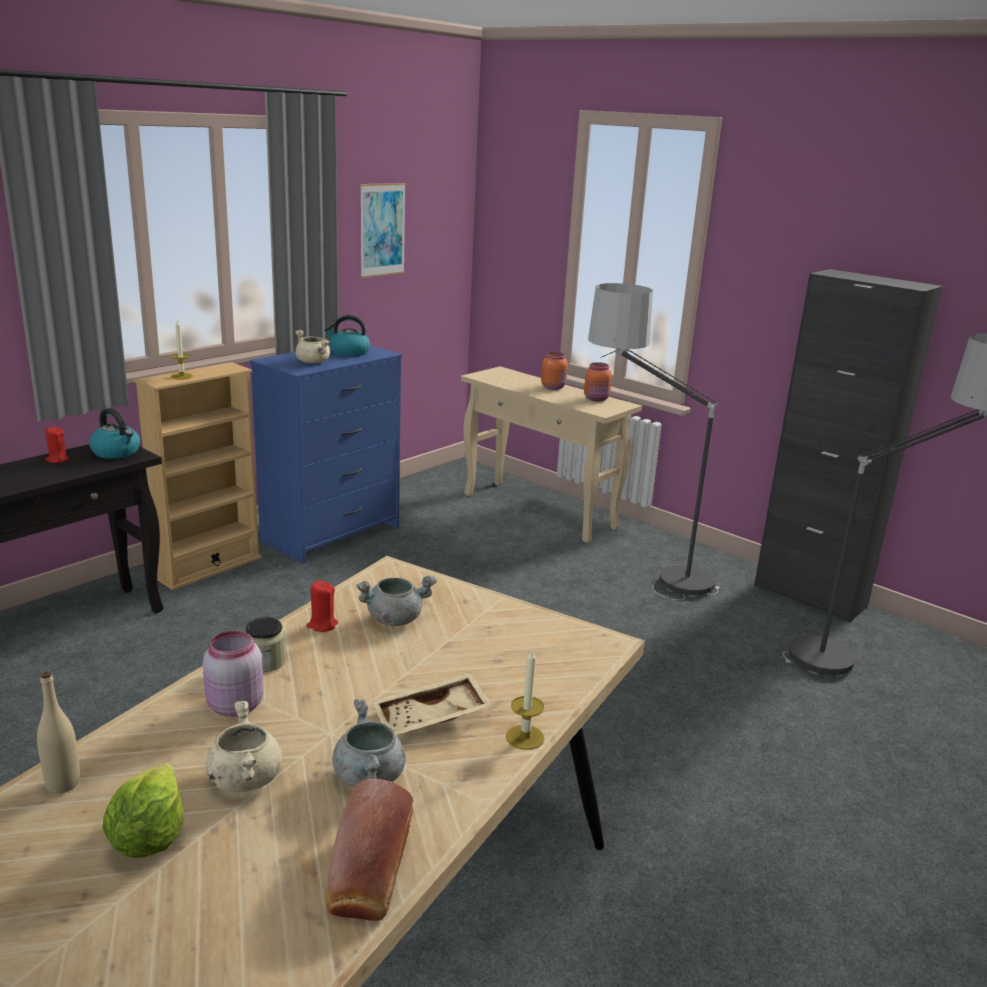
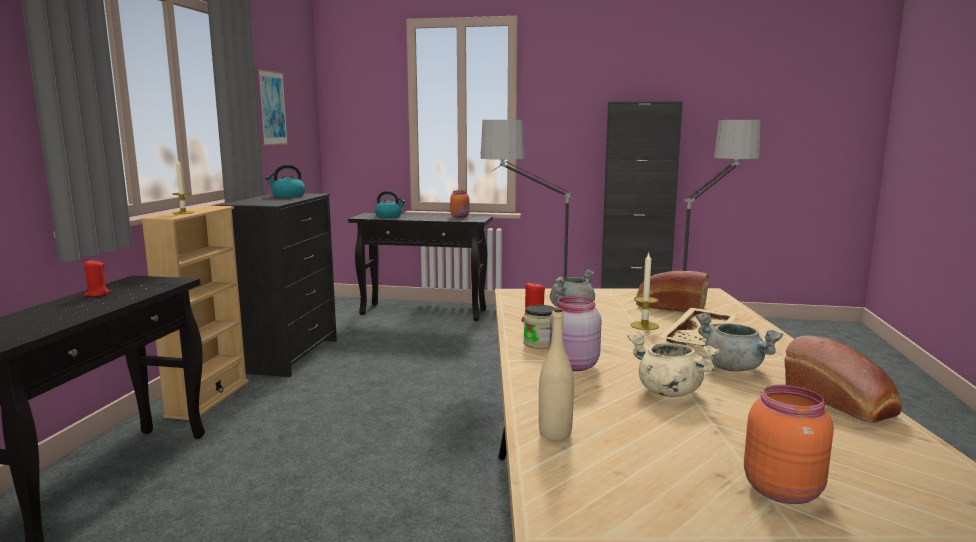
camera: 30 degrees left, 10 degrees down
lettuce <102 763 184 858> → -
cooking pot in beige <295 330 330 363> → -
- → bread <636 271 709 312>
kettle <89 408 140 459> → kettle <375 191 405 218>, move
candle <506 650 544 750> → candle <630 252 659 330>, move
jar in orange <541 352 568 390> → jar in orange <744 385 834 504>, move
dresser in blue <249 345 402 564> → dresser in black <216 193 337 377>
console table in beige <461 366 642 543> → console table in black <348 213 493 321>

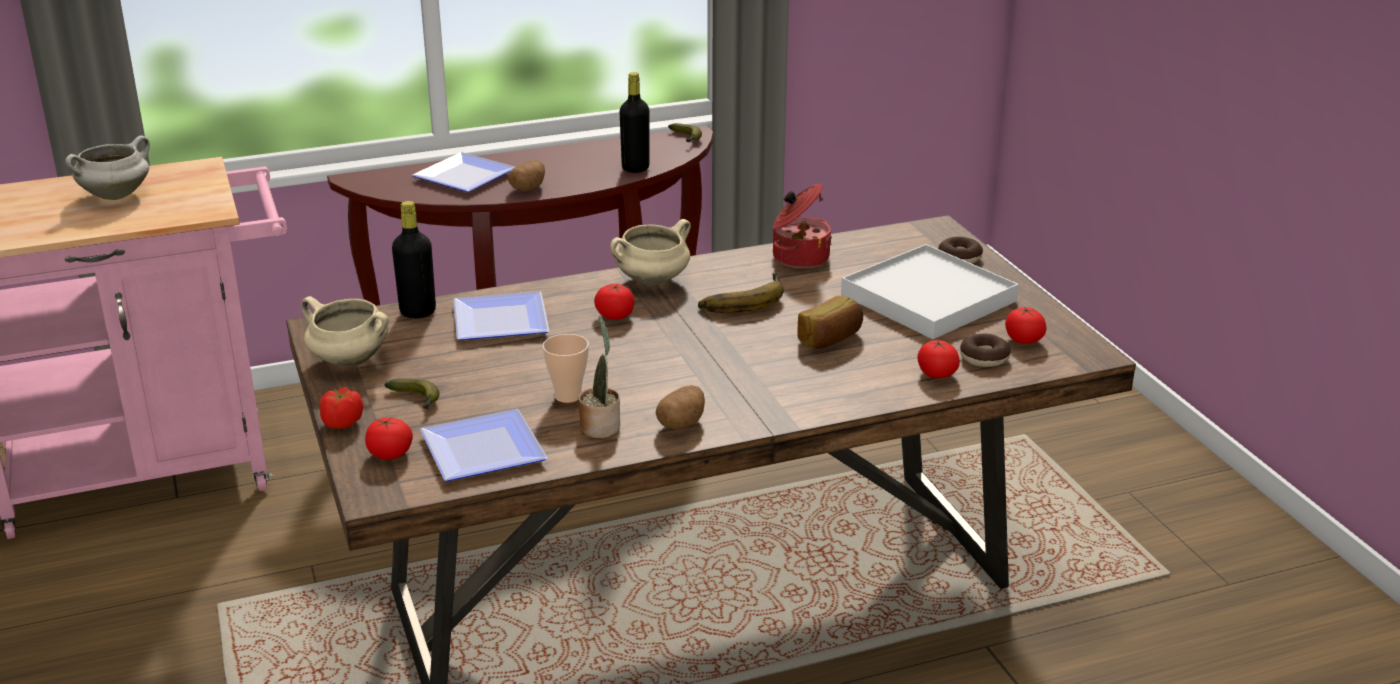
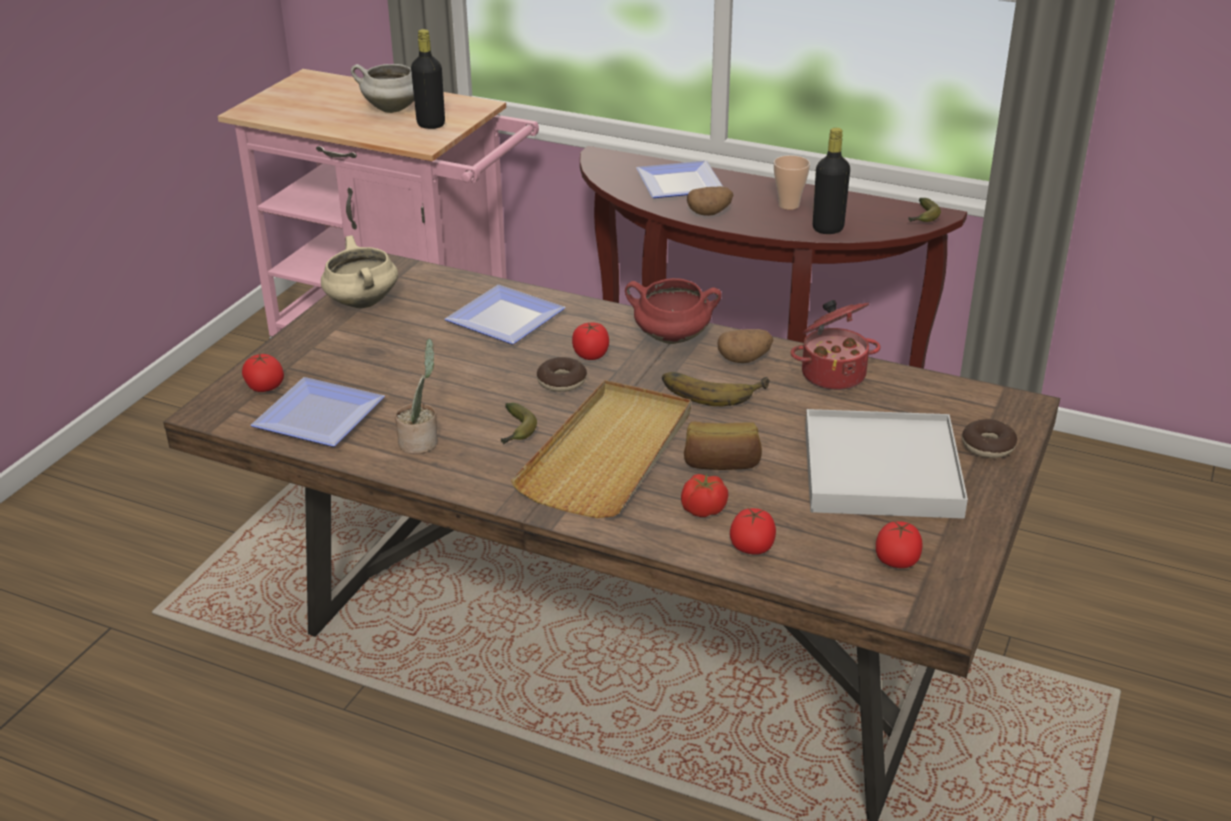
camera: 45 degrees right, 5 degrees up
- → tray in beige <511 380 691 518>
tomato <319 387 363 429> → tomato <681 474 728 517>, move
banana <385 379 439 410> → banana <501 403 537 444>, move
bottle in black <392 201 436 318> → bottle in black <411 29 445 129>, move
cup <542 334 589 403> → cup <774 155 810 210>, move
potato <655 385 705 430> → potato <717 329 773 363>, move
donut <960 333 1011 367> → donut <537 357 587 392>, move
cooking pot in beige <610 219 691 286> → cooking pot in red <625 278 722 344>

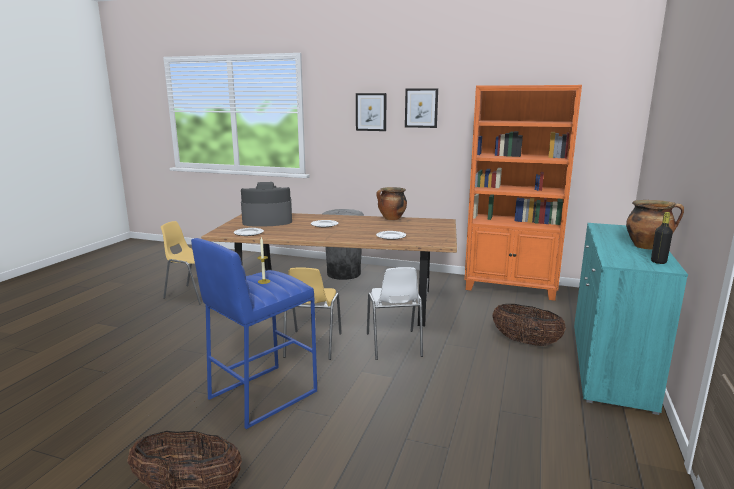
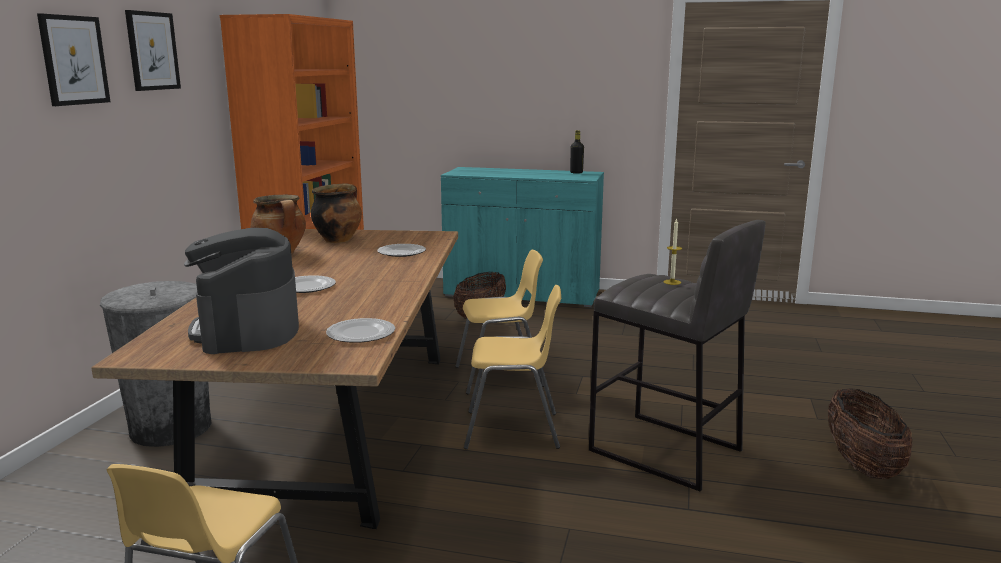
camera: 95 degrees left, 0 degrees up
cooking pot <626 200 684 249> → cooking pot <311 183 362 243>, move
stool in blue <191 238 317 429> → stool in grey <589 220 766 492>
chair in white <367 267 423 360> → chair in yellow <455 249 544 394>

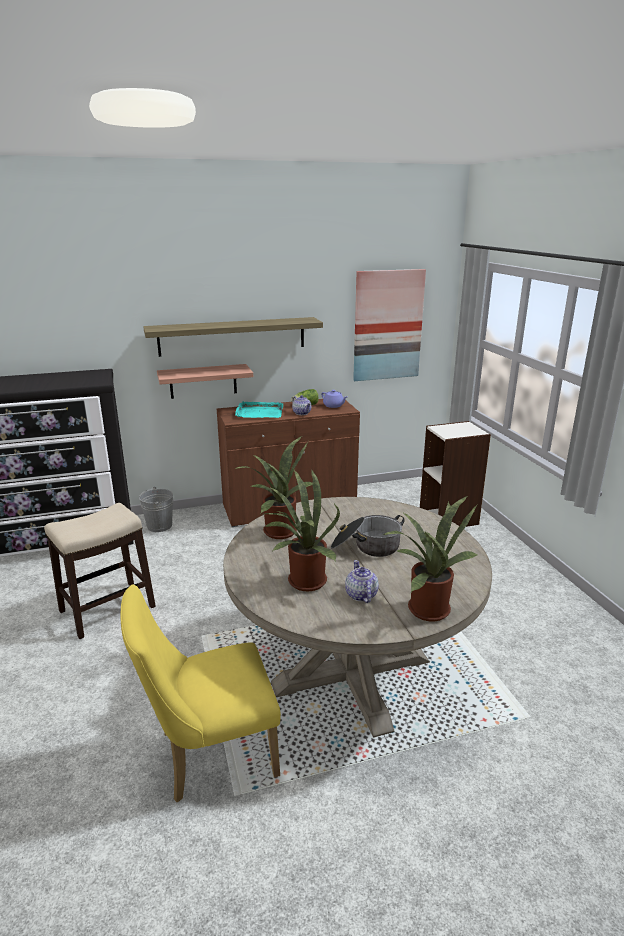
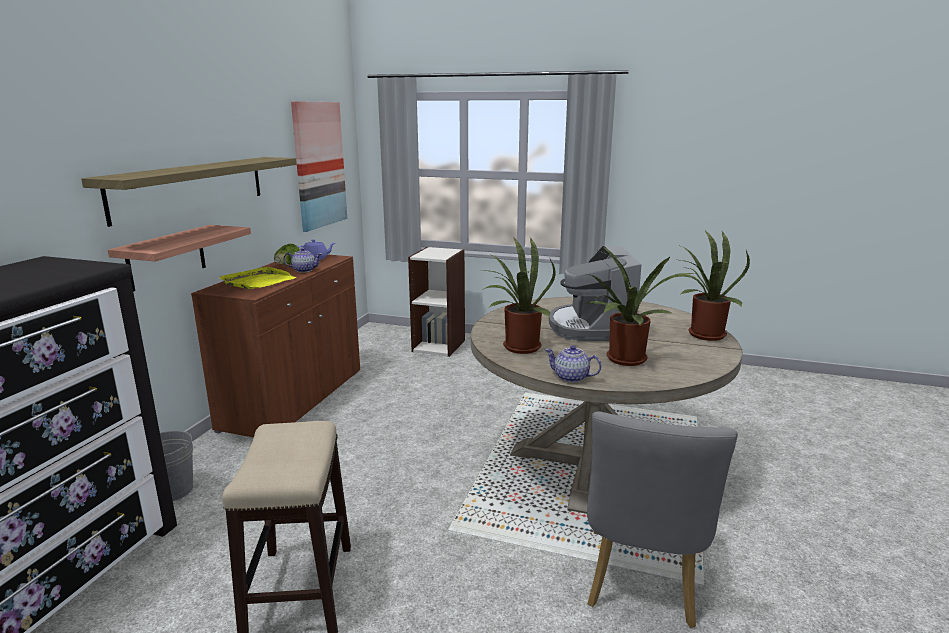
camera: 55 degrees left, 5 degrees down
teapot <345 560 379 603> → teapot <545 345 602 383>, move
cooking pot <331 515 405 557> → coffee machine <549 246 641 341>
chair in yellow <121 584 281 802> → chair in grey <587 411 738 628>
tray in turquoise <235 401 283 418> → tray in yellow <219 267 297 289>

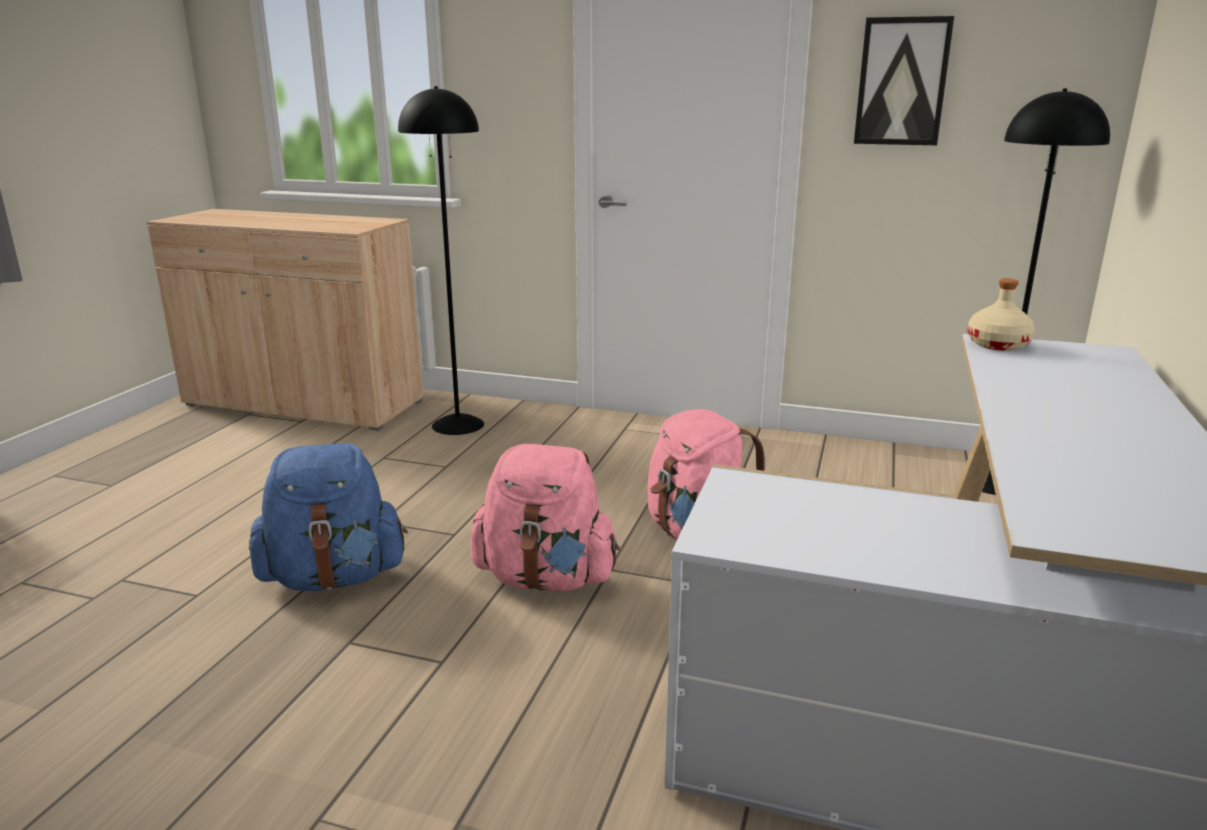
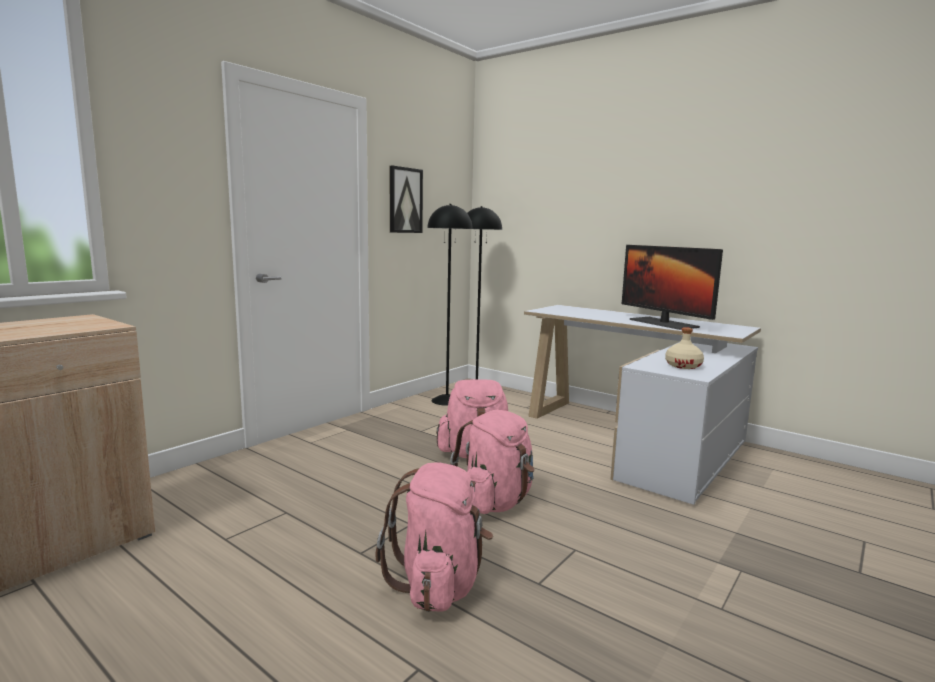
camera: 70 degrees left, 10 degrees down
- → monitor <622 245 723 330>
floor lamp in black <398 86 484 435> → floor lamp in black <427 204 473 406>, move
bottle in beige <967 278 1035 351> → bottle in beige <665 327 704 369>, move
backpack in blue <249 443 408 591> → backpack in pink <375 463 493 612>

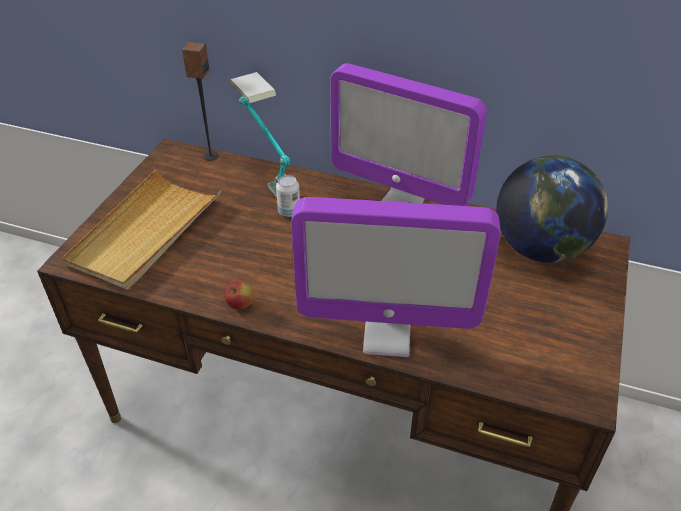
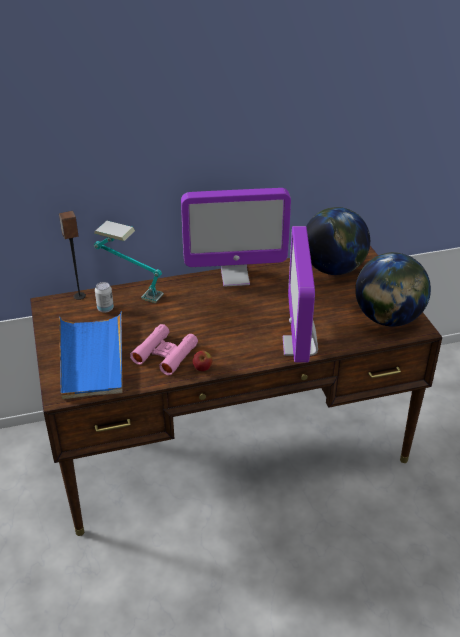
camera: 35 degrees left, 5 degrees down
- → binoculars in pink <130 324 198 375>
- → globe <355 252 431 327>
can <276 175 300 217> → can <95 282 114 313>, move
tray in beige <62 169 221 290> → tray in blue <59 311 122 399>
monitor <291 197 501 357> → monitor <283 226 318 363>, 120 degrees clockwise

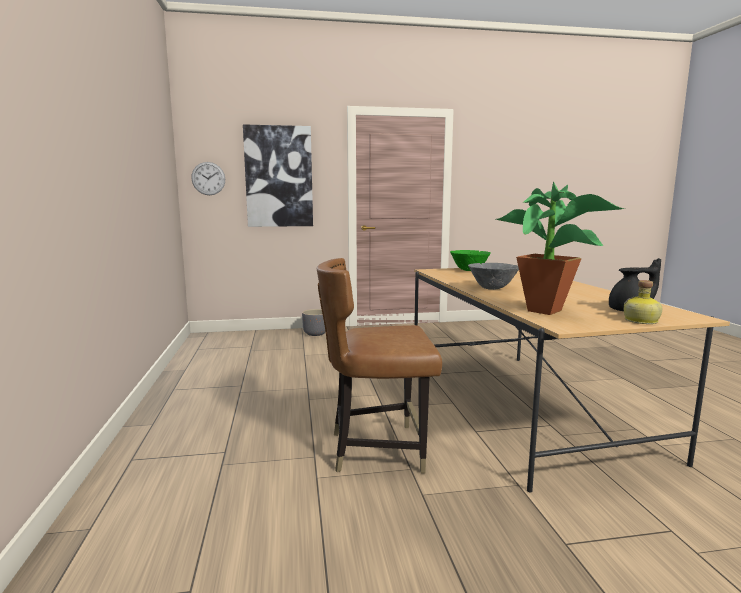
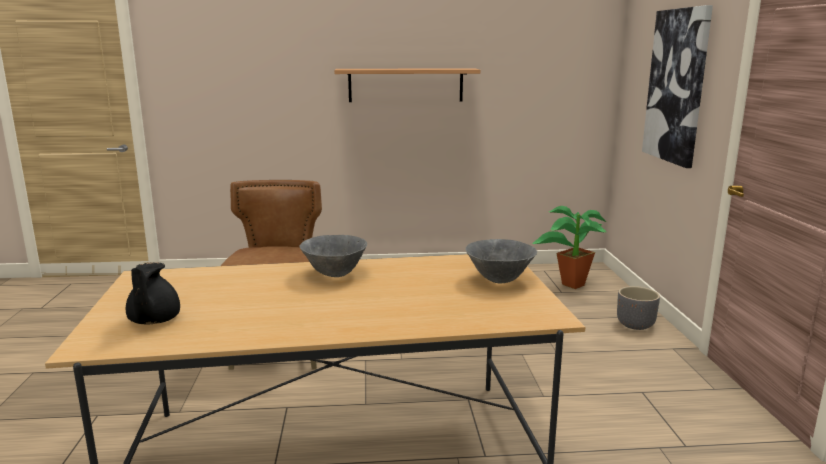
camera: 95 degrees right, 5 degrees up
wall clock <191 162 225 195> → -
bottle <624 280 662 324> → -
- → shelf <334 68 481 102>
potted plant <496 181 625 315> → potted plant <532 206 606 289>, move
bowl in green <450 250 491 271> → bowl in grey <465 239 537 283>

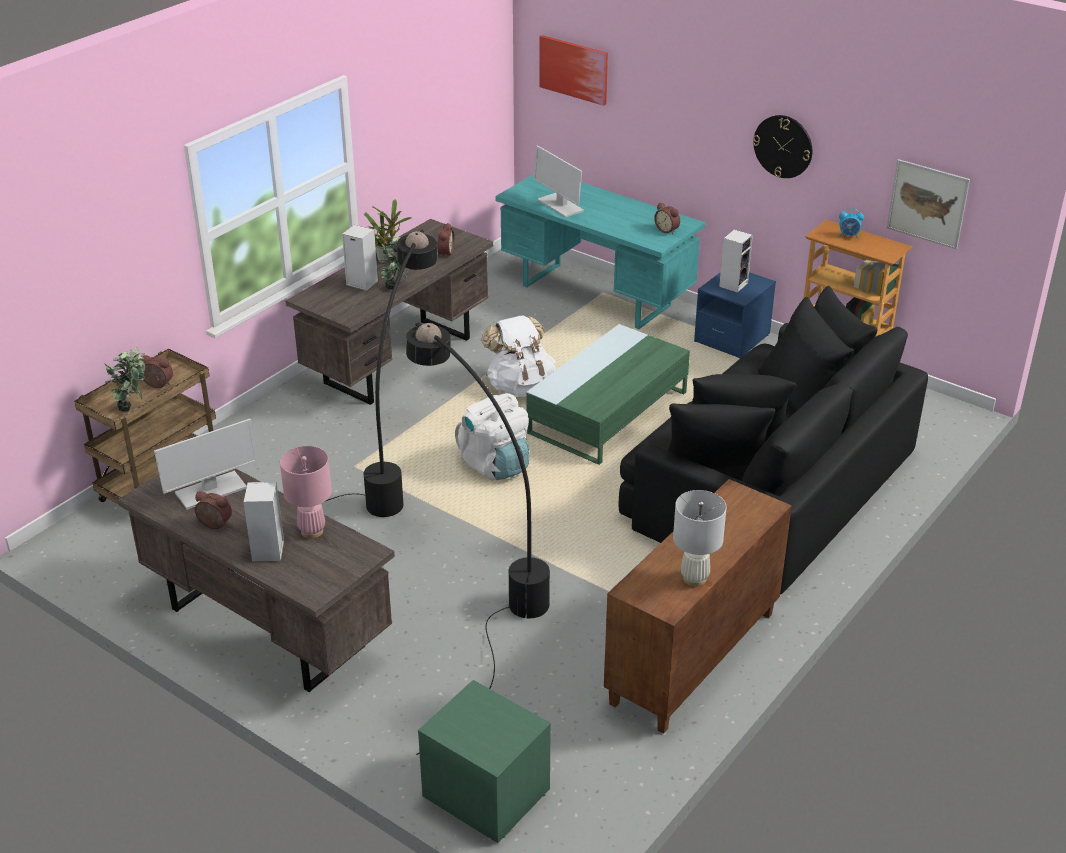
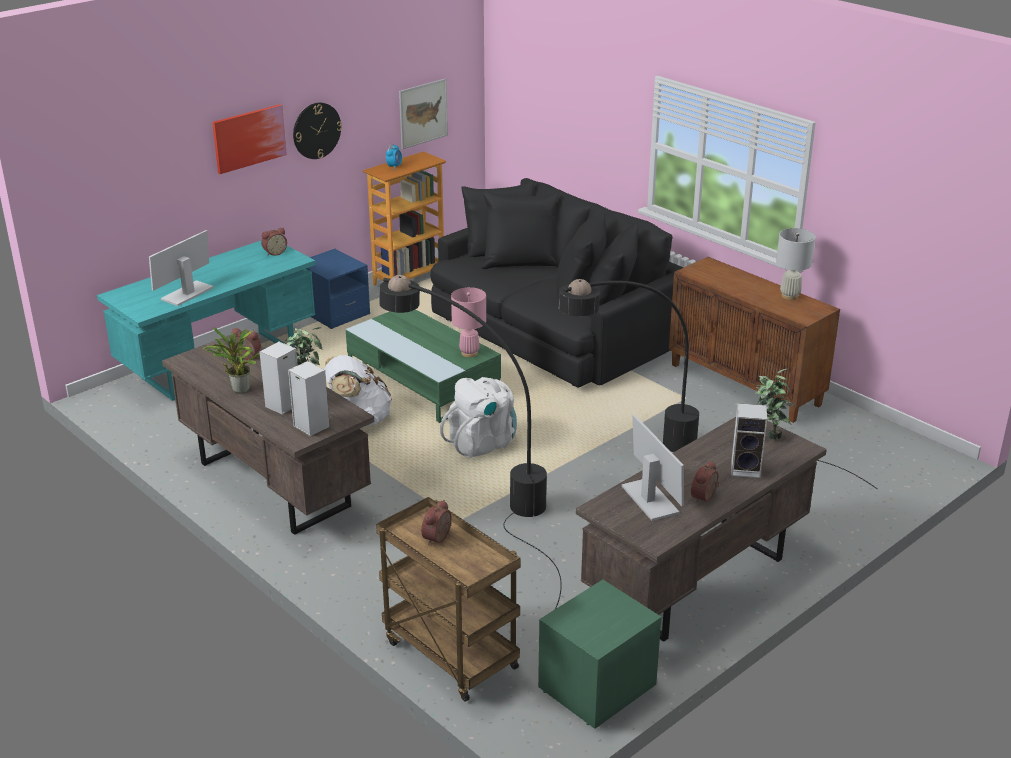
camera: 80 degrees left, 5 degrees down
potted plant <104 347 145 412> → potted plant <755 369 794 439>, move
table lamp in pink <280 446 332 538> → table lamp in pink <451 287 486 357>, move
nightstand in green <418 680 551 843> → nightstand in green <538 580 662 729>, move
picture <539 35 608 106> → picture <212 104 287 174>, move
speaker <719 229 753 292> → speaker <288 361 330 436>, move
monitor <534 145 584 218> → monitor <149 230 214 306>, 150 degrees clockwise

